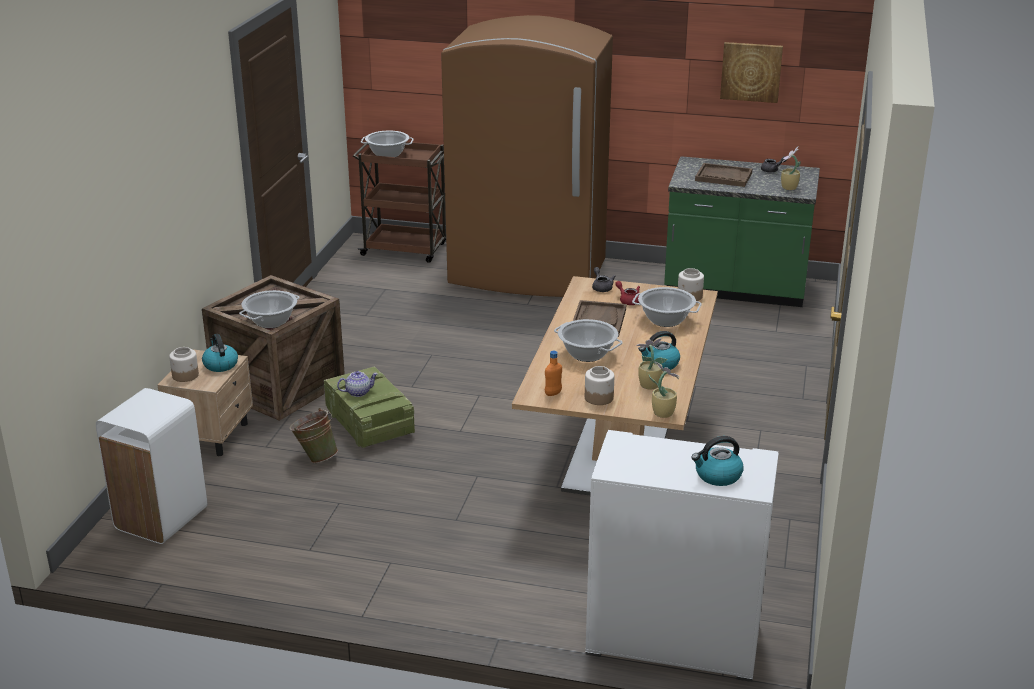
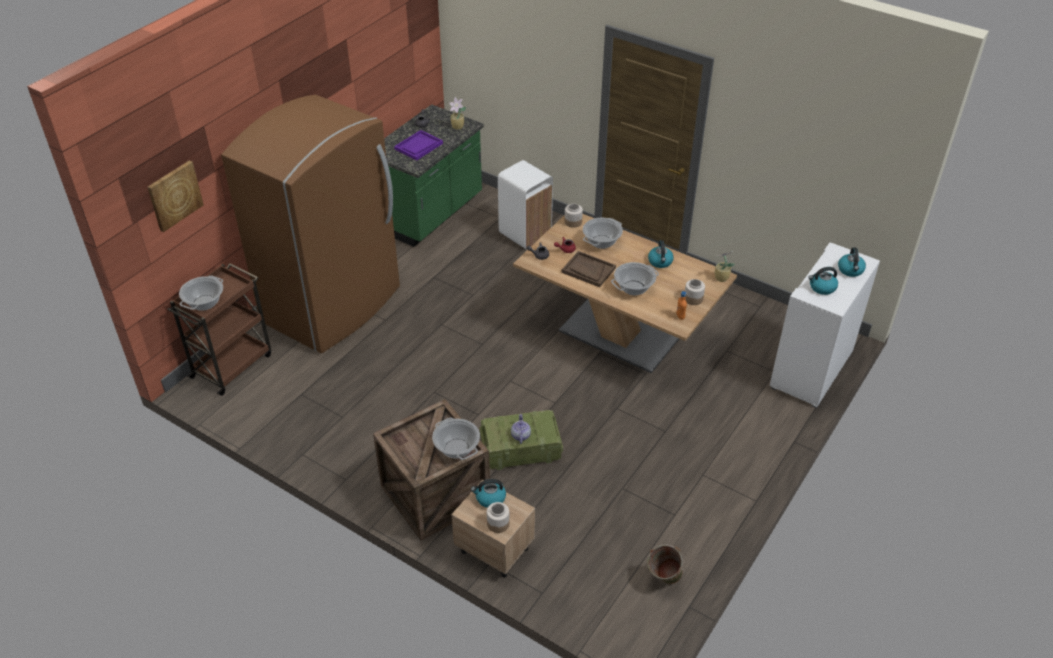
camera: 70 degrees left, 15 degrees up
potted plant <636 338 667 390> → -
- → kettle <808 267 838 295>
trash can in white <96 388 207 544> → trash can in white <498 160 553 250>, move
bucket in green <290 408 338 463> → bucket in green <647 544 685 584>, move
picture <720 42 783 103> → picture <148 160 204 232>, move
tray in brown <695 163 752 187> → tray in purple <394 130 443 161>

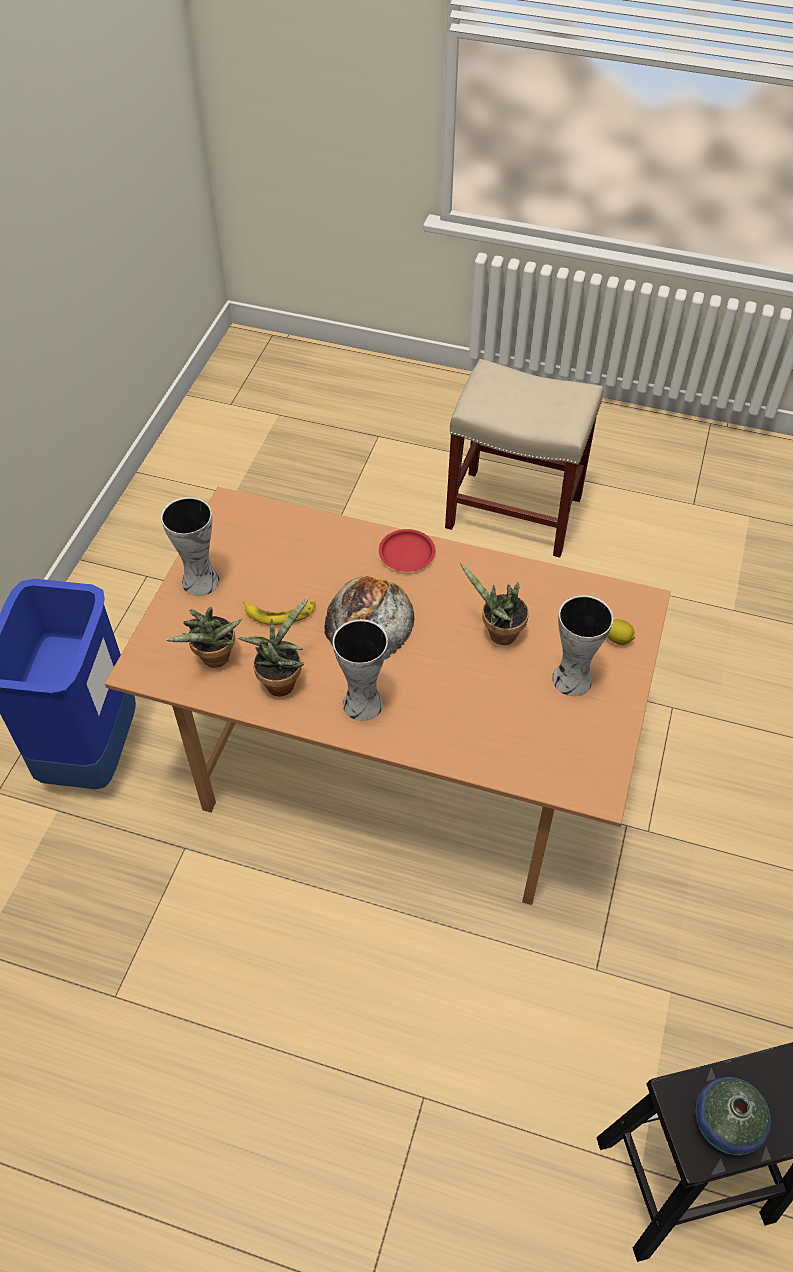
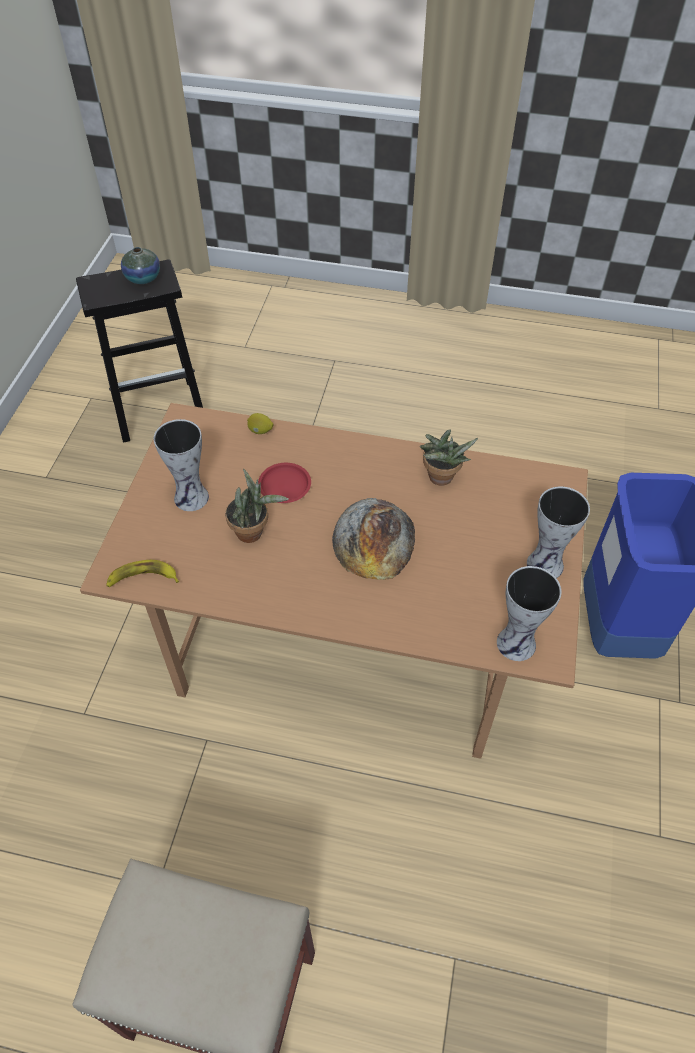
camera: 175 degrees right, 0 degrees up
potted plant <166 607 242 667> → -
banana <243 600 316 625> → banana <106 560 179 587>, move
vase <333 619 388 721> → vase <497 566 562 661>, move
plate in red <379 529 435 572> → plate in red <258 463 311 503>, move
lemon <607 619 635 645> → lemon <247 413 273 434>, move

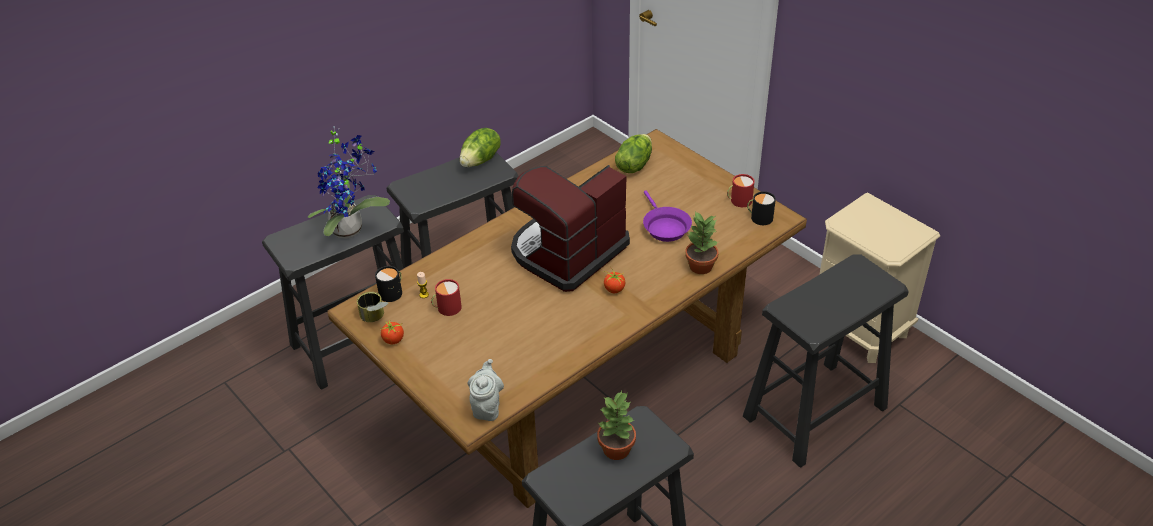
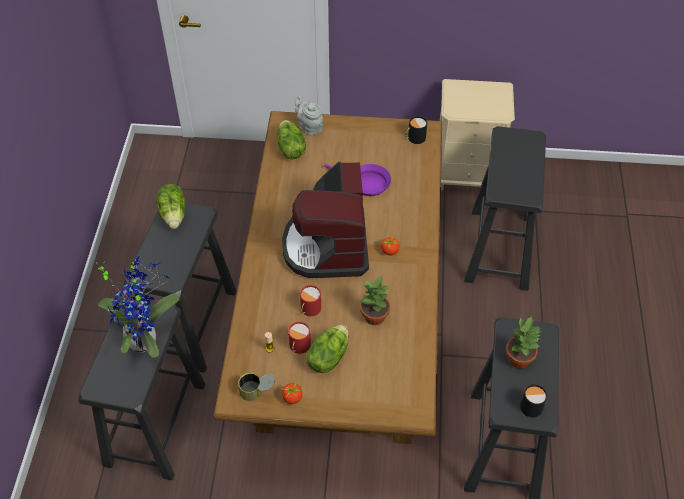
camera: 45 degrees left, 10 degrees up
- → lettuce <306 325 349 373>
mug in black <375 266 402 302> → mug in black <520 384 547 417>, move
teapot in grey <468 359 504 421> → teapot in grey <295 95 323 136>, move
potted plant <685 211 718 274> → potted plant <360 276 390 325>, move
mug in red <727 174 755 207> → mug in red <299 285 321 316>, move

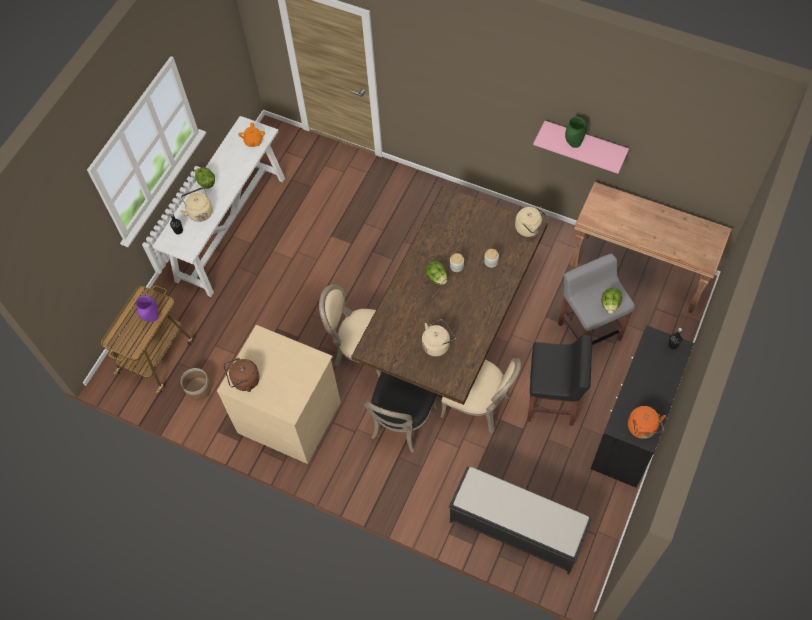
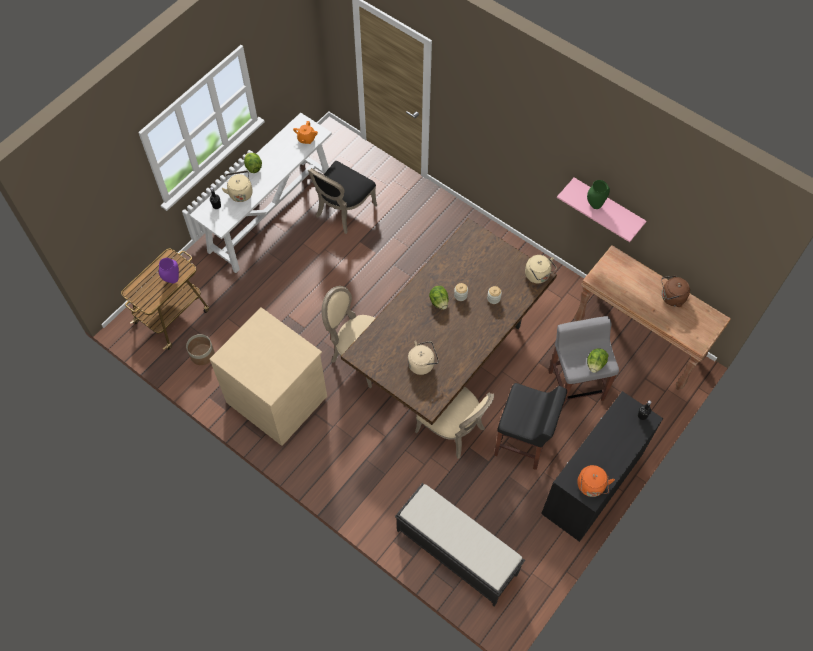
camera: 10 degrees right, 0 degrees up
kettle in brown <224 358 260 392> → kettle in brown <661 275 690 307>, move
chair in black <364 372 438 453> → chair in black <308 161 377 234>, move

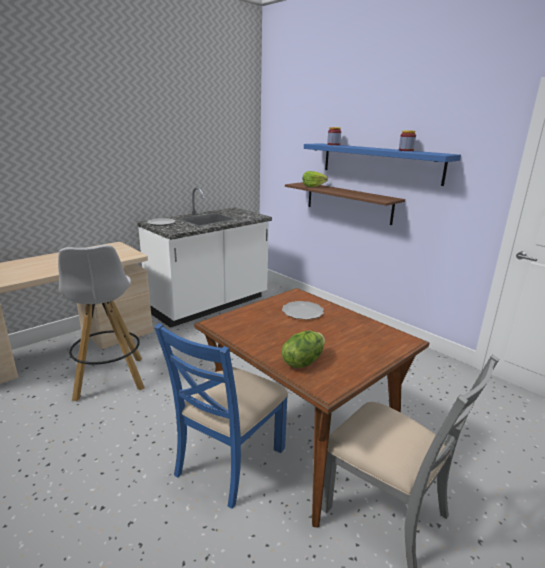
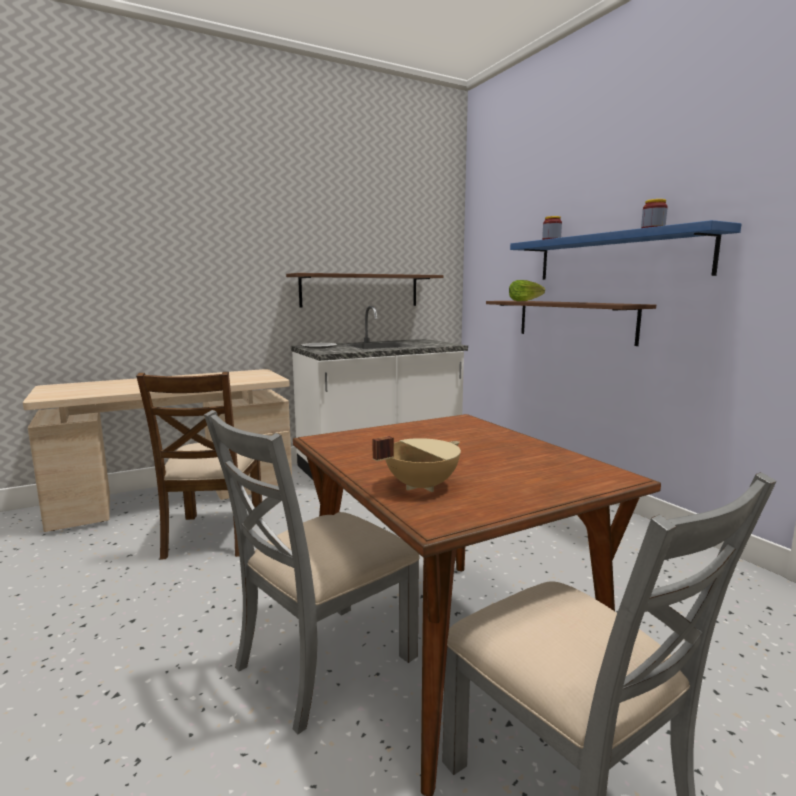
camera: 15 degrees right, 10 degrees down
plate <282 301 324 320> → -
- → shelf in brown <286 273 444 308>
stool in white <58 245 145 401> → chair in brown <136 372 262 560>
lettuce <282 331 325 368> → cooking pot in beige <372 436 461 492>
chair in blue <154 323 288 509> → chair in grey <204 410 420 734>

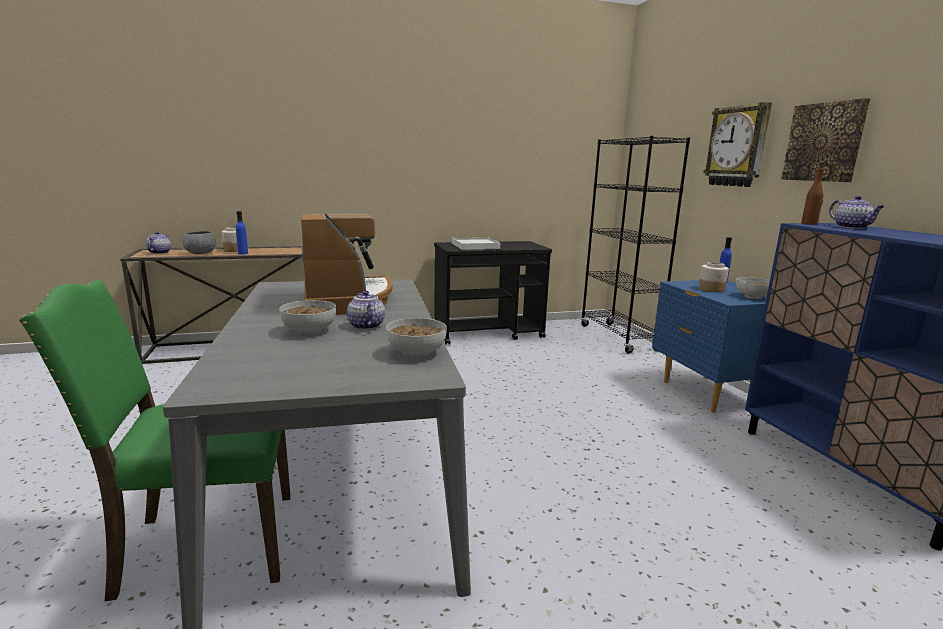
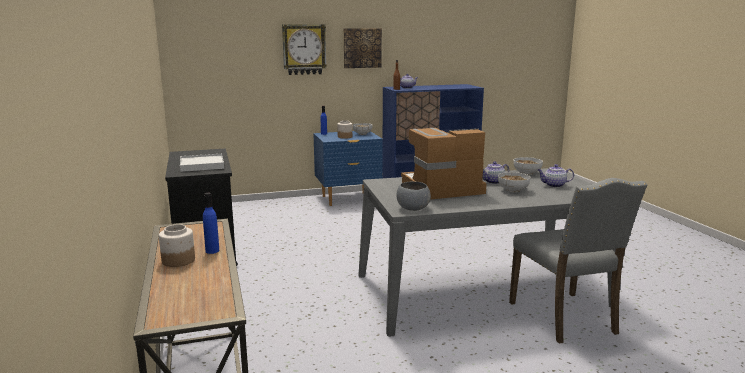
camera: 90 degrees left, 0 degrees up
bookcase in black <581 136 690 354> → -
teapot <146 232 171 254> → teapot <538 164 574 188>, move
bowl in grey <183 231 216 254> → bowl in grey <396 181 431 211>, move
chair in green <19 280 290 601> → chair in grey <509 178 647 344>

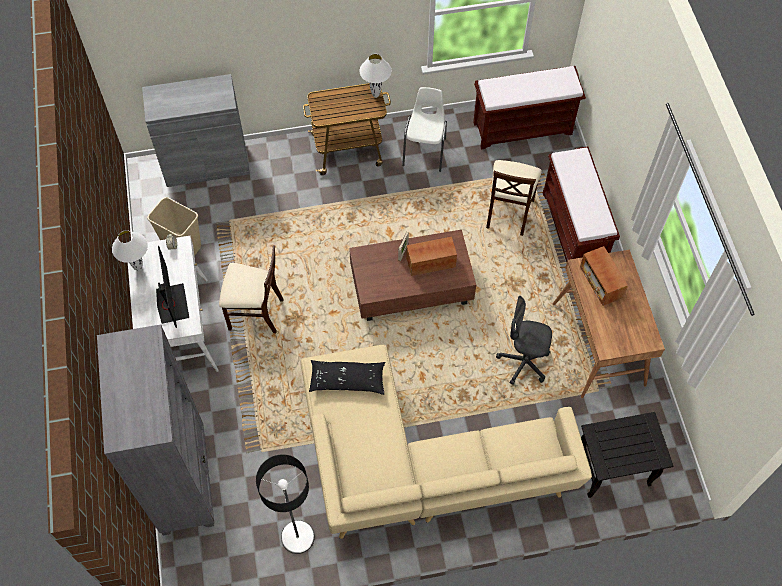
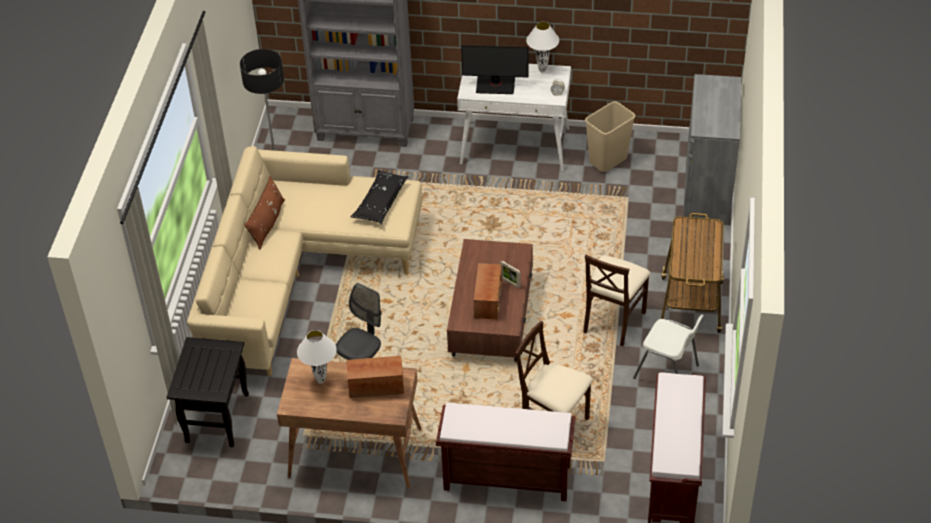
camera: 110 degrees right, 15 degrees down
- → pillow in brown <244 176 285 250>
chair in beige <219 245 284 333> → chair in beige <583 254 651 346>, move
table lamp in white <359 54 392 98> → table lamp in white <297 330 337 384>, move

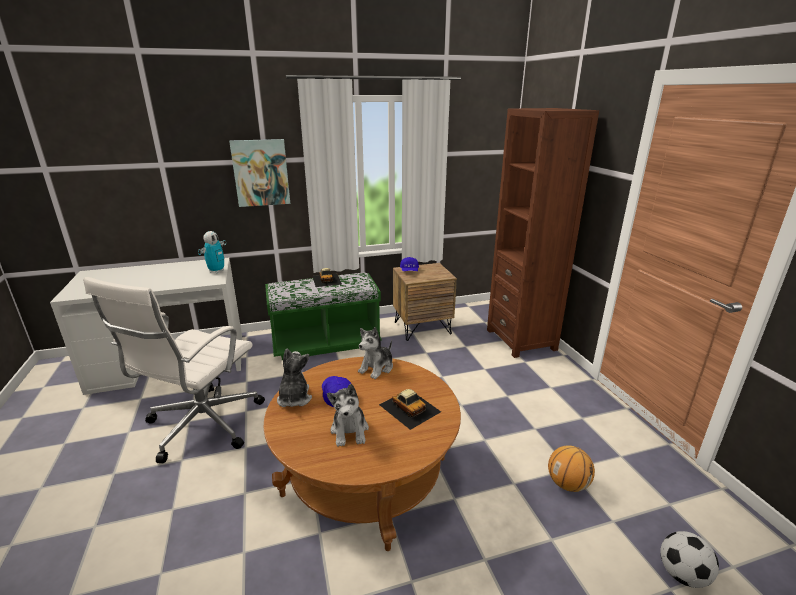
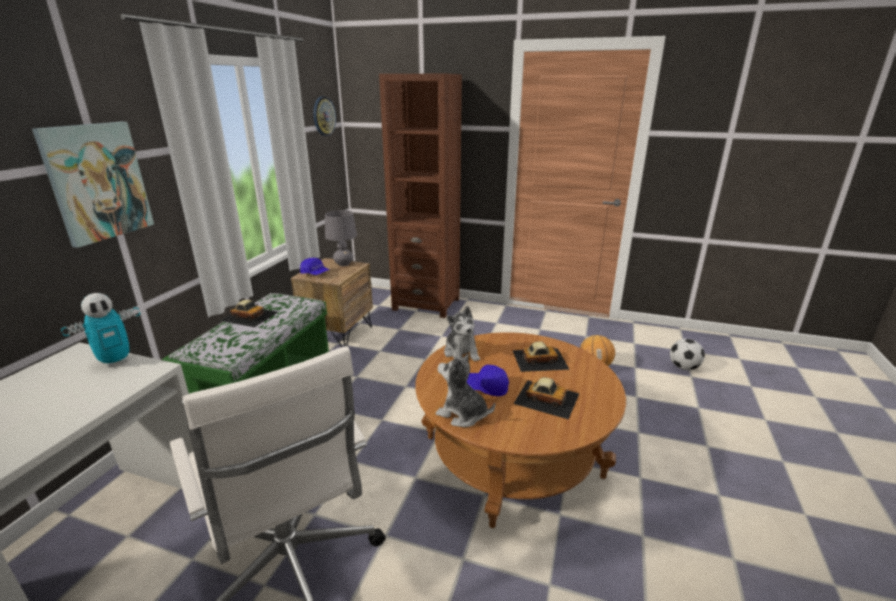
camera: 55 degrees left, 0 degrees up
- → wall clock <313 96 336 136>
- → table lamp in grey <325 210 357 266>
plush toy <327 384 369 446> → toy car <514 377 579 420>
toy robot <198 231 226 274> → toy robot <61 293 140 368>, 75 degrees clockwise

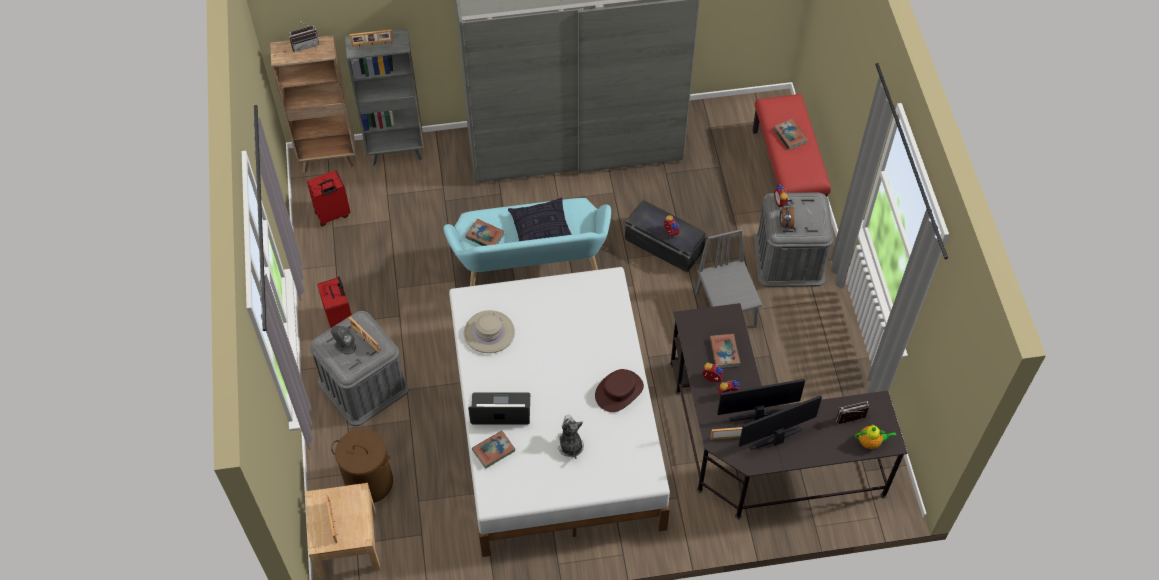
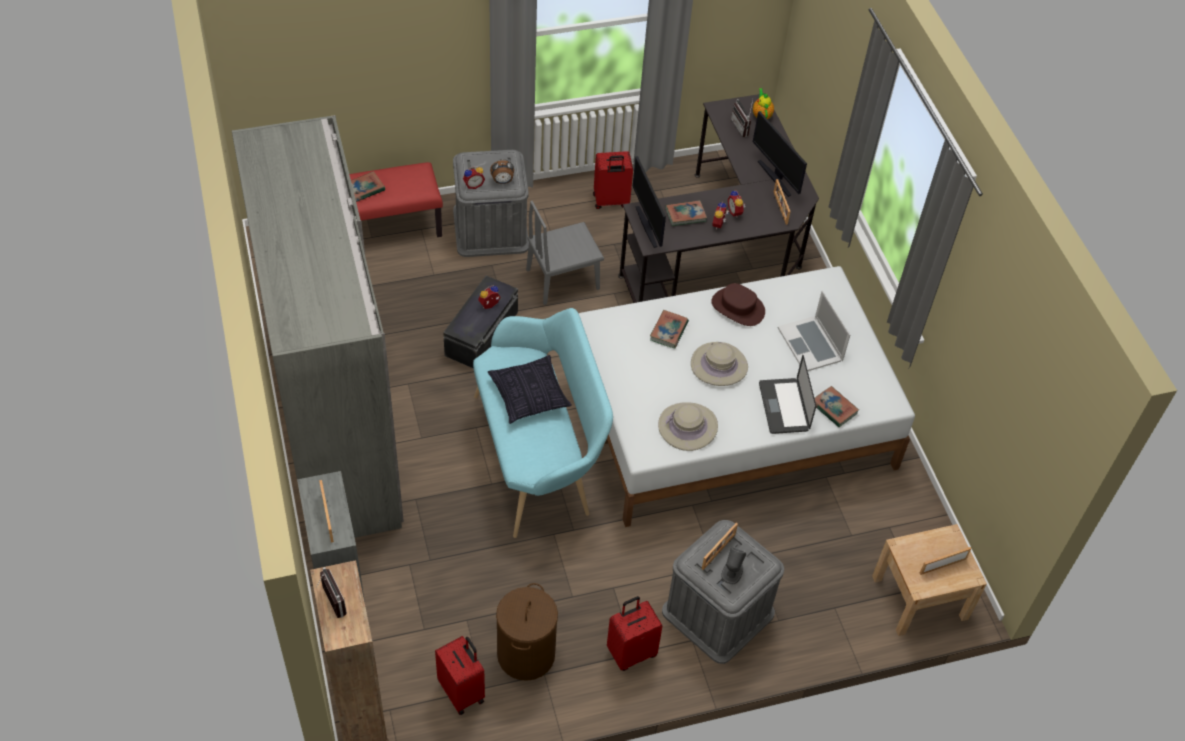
camera: 100 degrees left, 5 degrees down
- → suitcase in red <593 151 633 209>
- → hat in beige <691 342 748 386>
laundry basket in brown <331 429 393 503> → laundry basket in brown <496 583 558 681>, move
book <465 219 505 246> → book <650 310 689 348>, move
monitor <717 379 805 421> → monitor <633 156 666 248>, move
plush toy <558 415 584 459> → laptop <778 291 850 371>

